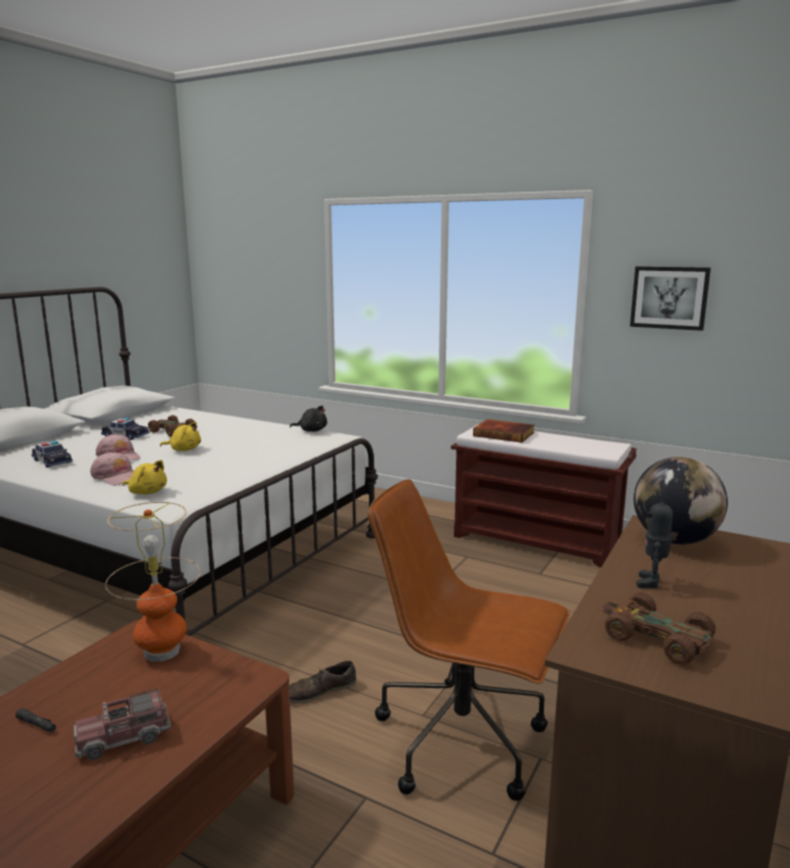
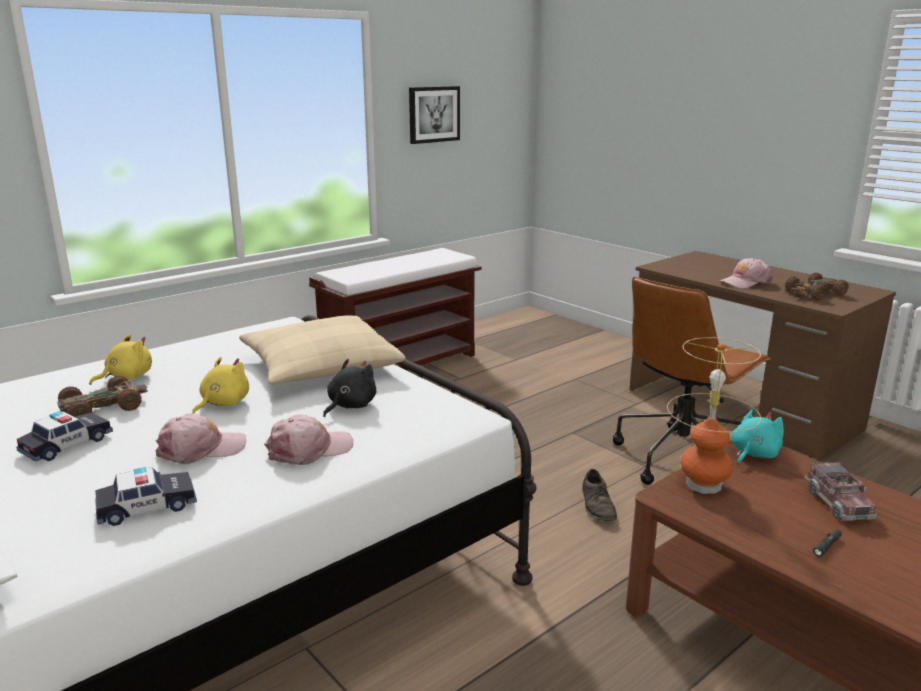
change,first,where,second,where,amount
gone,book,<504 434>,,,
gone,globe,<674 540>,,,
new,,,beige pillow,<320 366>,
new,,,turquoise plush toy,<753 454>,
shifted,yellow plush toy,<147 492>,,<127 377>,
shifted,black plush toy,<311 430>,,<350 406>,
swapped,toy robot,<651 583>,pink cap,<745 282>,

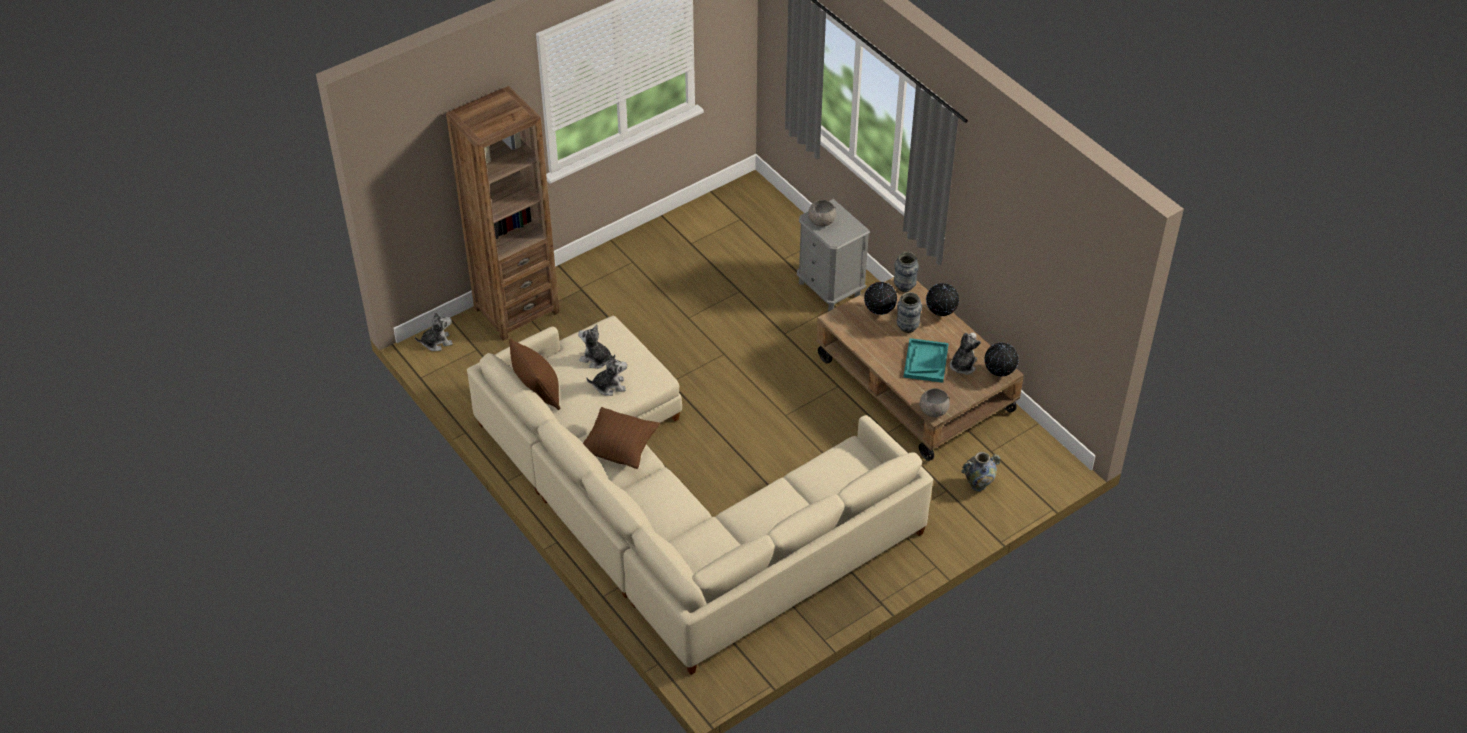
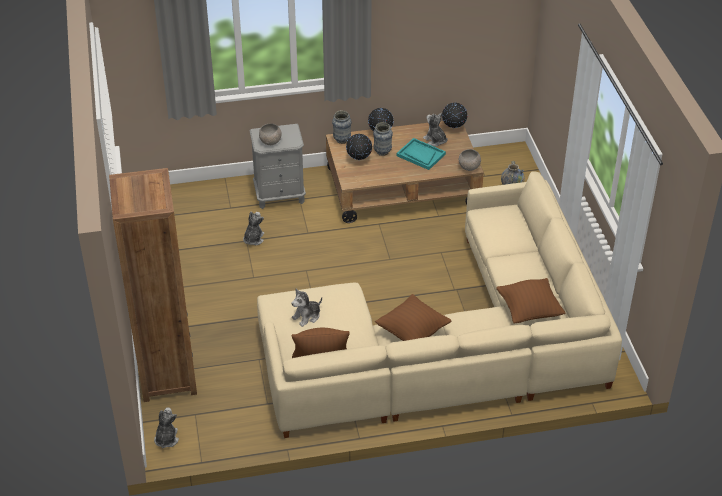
change,first,where,second,where,amount
new,,,brown pillow,<529 311>,
shifted,plush toy,<609 386>,,<253 239>,

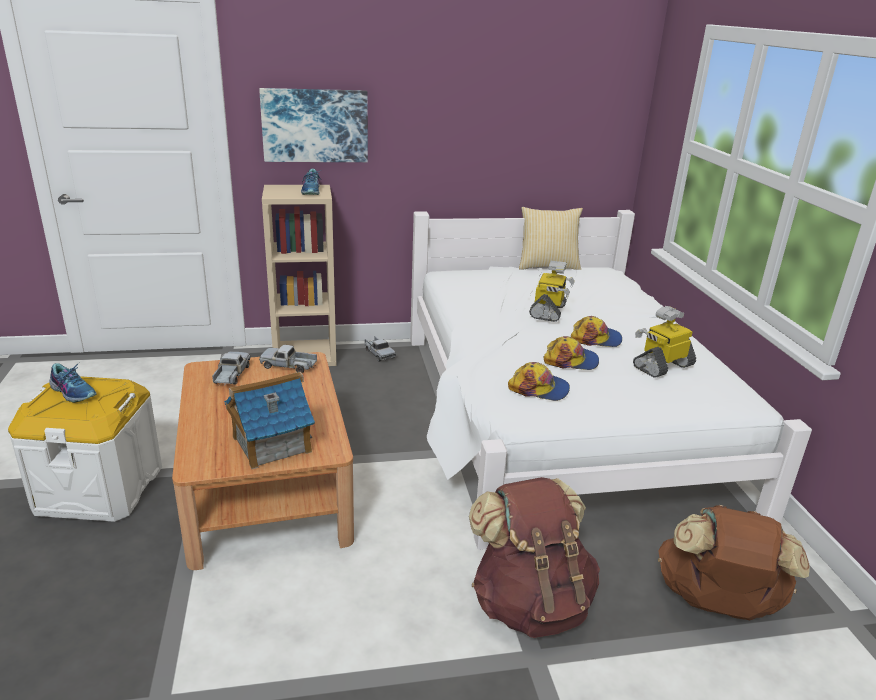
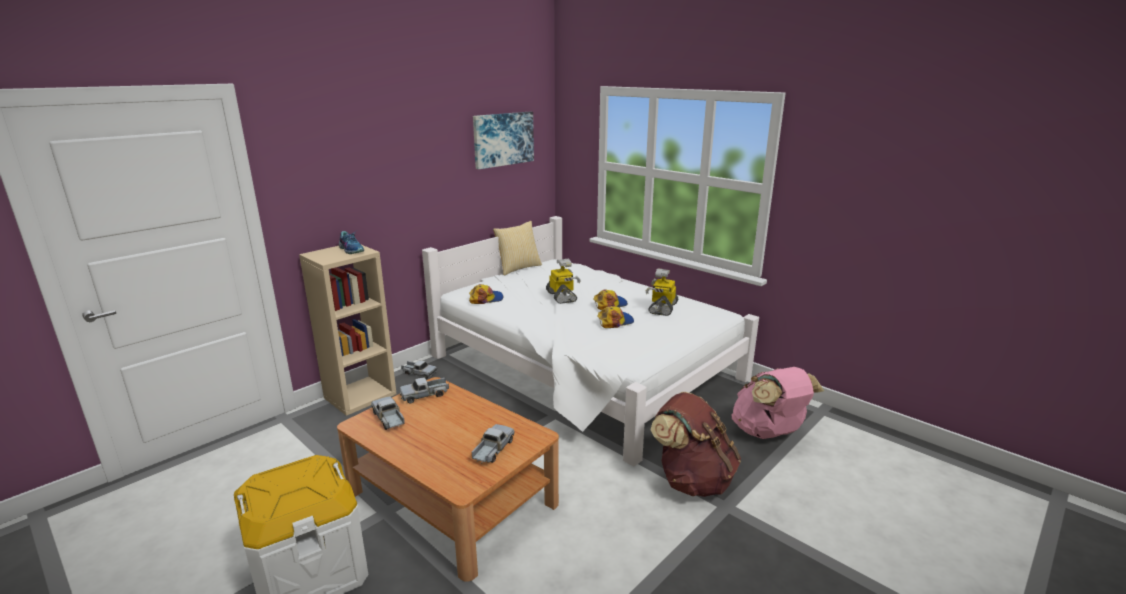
change,first,where,second,where,amount
gone,shoe,<74 392>,,,
shifted,picture,<315 125>,,<503 139>,
shifted,cap,<539 388>,,<486 299>,
swapped,toy house,<271 444>,toy truck,<492 450>,
repainted,brown backpack,<716 603>,pink backpack,<768 433>,

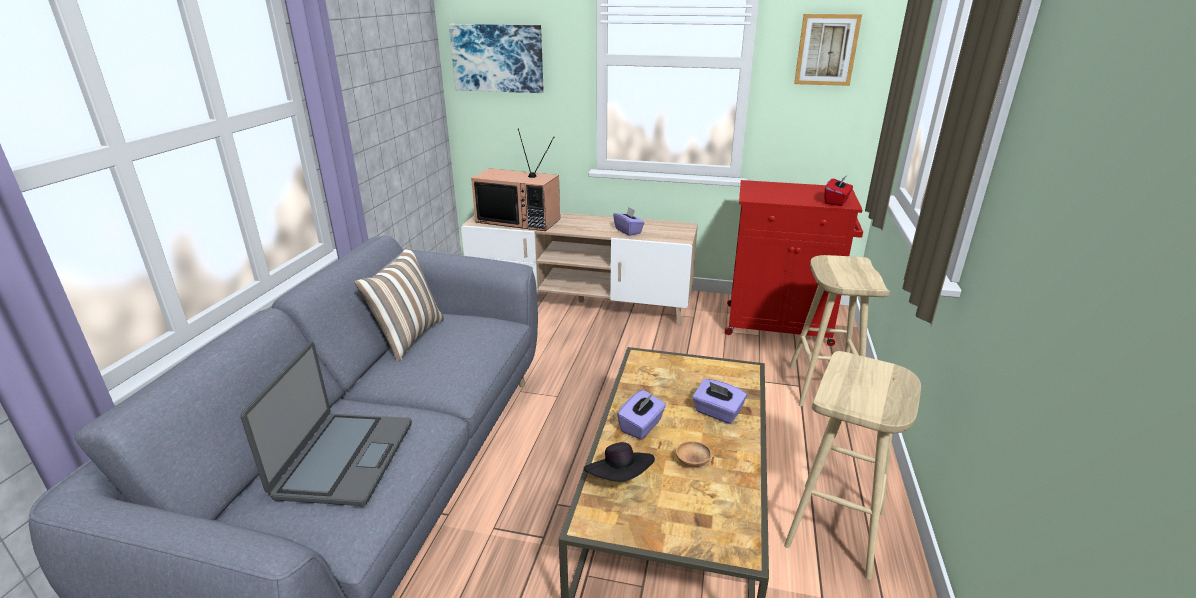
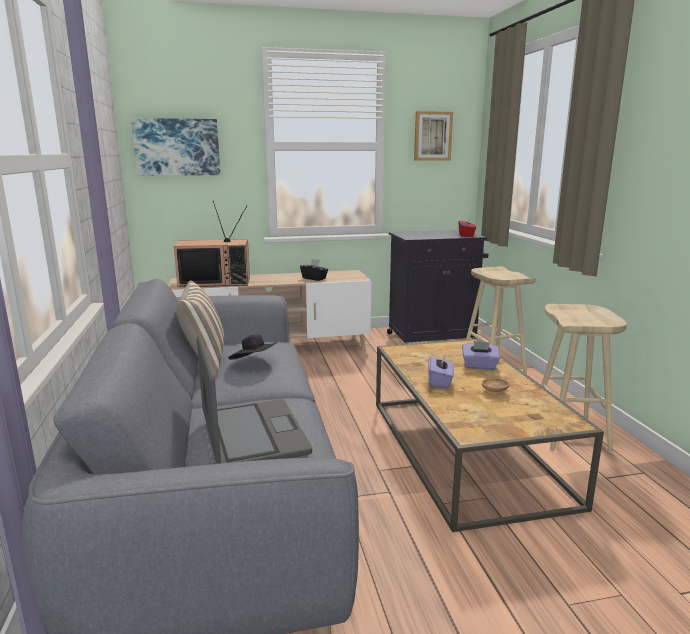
change,first,where,second,where,amount
shifted,black hat,<620 478>,,<254 363>,
repainted,purple tissue box,<628 231>,black tissue box,<314 278>,
repainted,red cabinet,<780 325>,black cabinet,<433 338>,

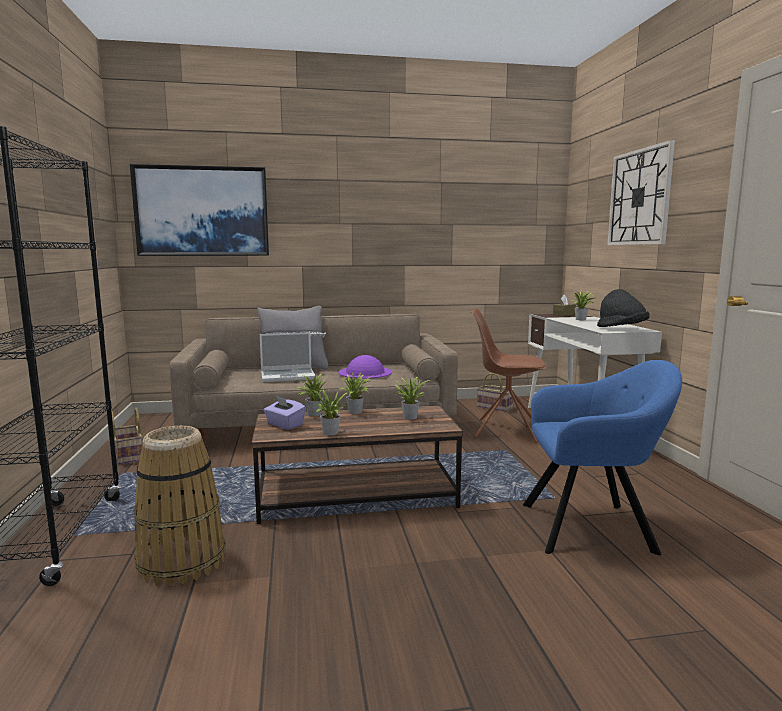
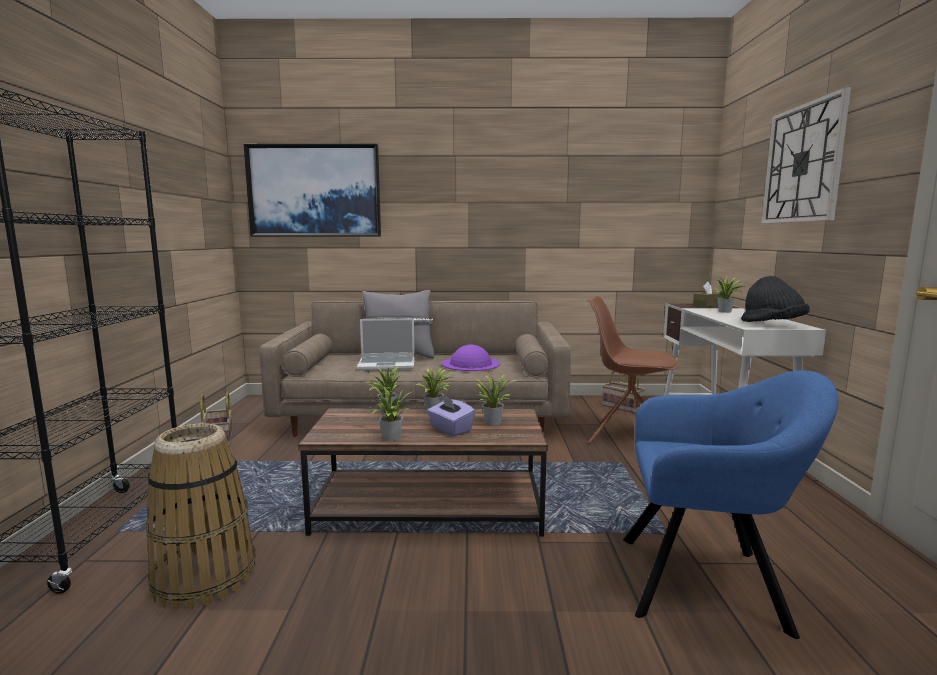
change,first,where,second,where,amount
shifted,purple tissue box,<284 425>,,<450 429>,

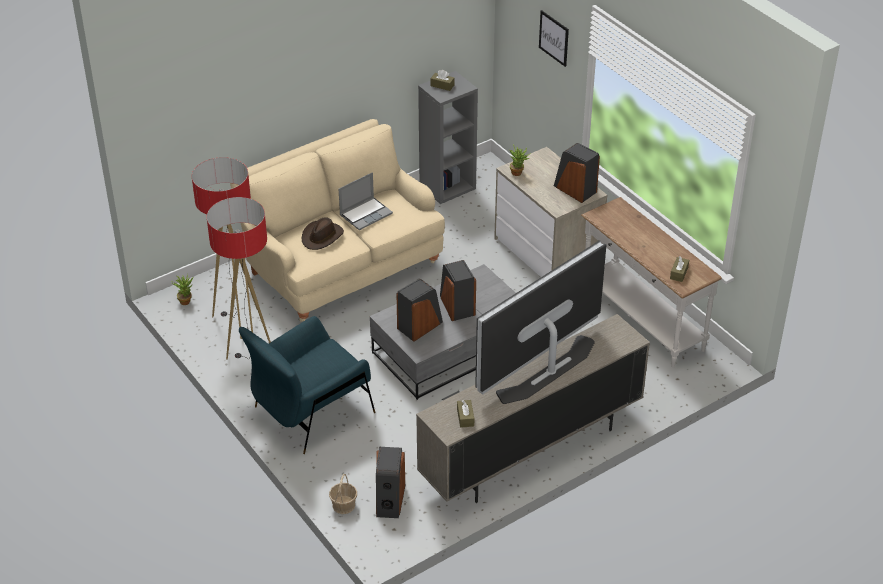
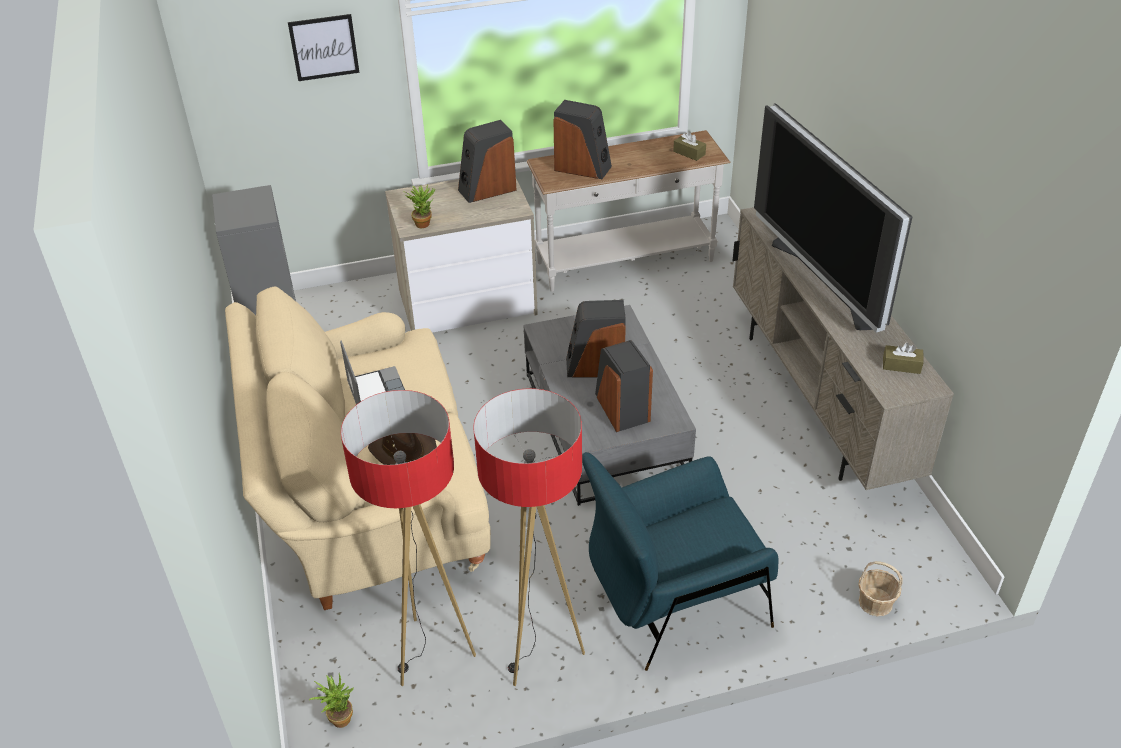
change,first,where,second,where,amount
gone,brown tissue box,<442 85>,,,
shifted,speaker,<389 500>,,<582 167>,
rotated,blue armchair,<311 412>,,<675 600>,90 degrees clockwise

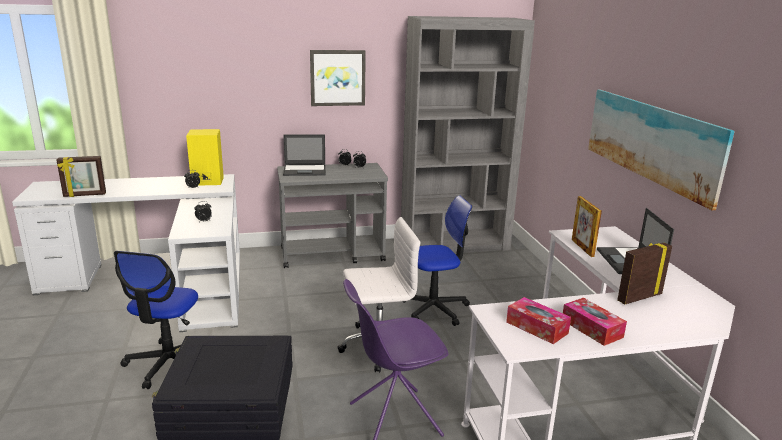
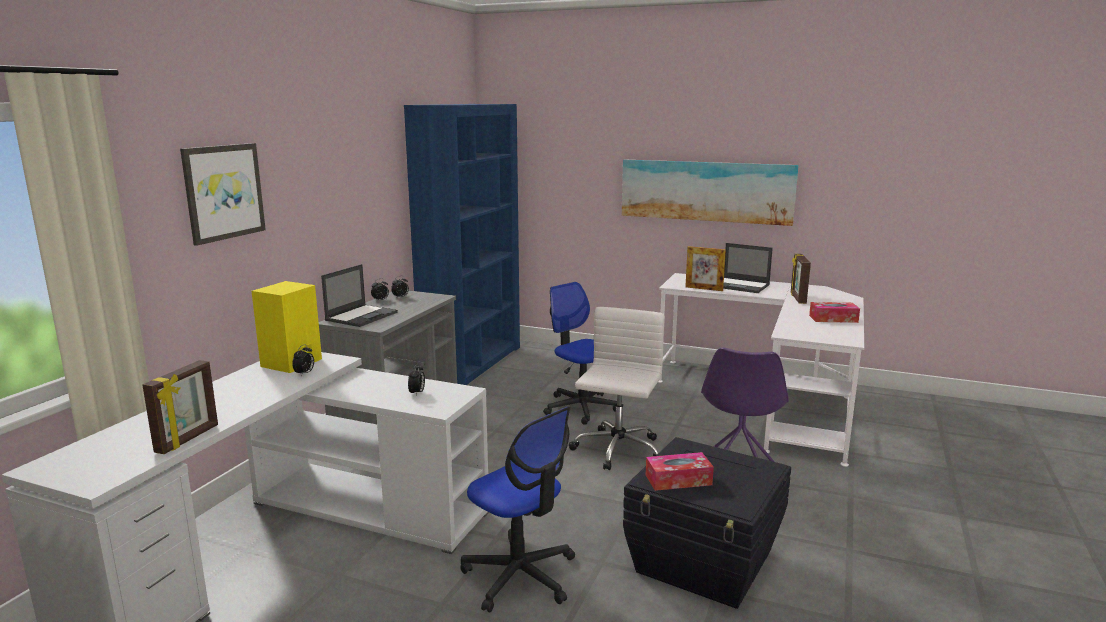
change,first,where,second,where,amount
shifted,picture,<337 78>,,<223 192>,
shifted,tissue box,<537 327>,,<678 480>,
repainted,grey bookcase,<455 244>,blue bookcase,<472 362>,
rotated,office chair,<434 308>,,<581 407>,60 degrees counterclockwise

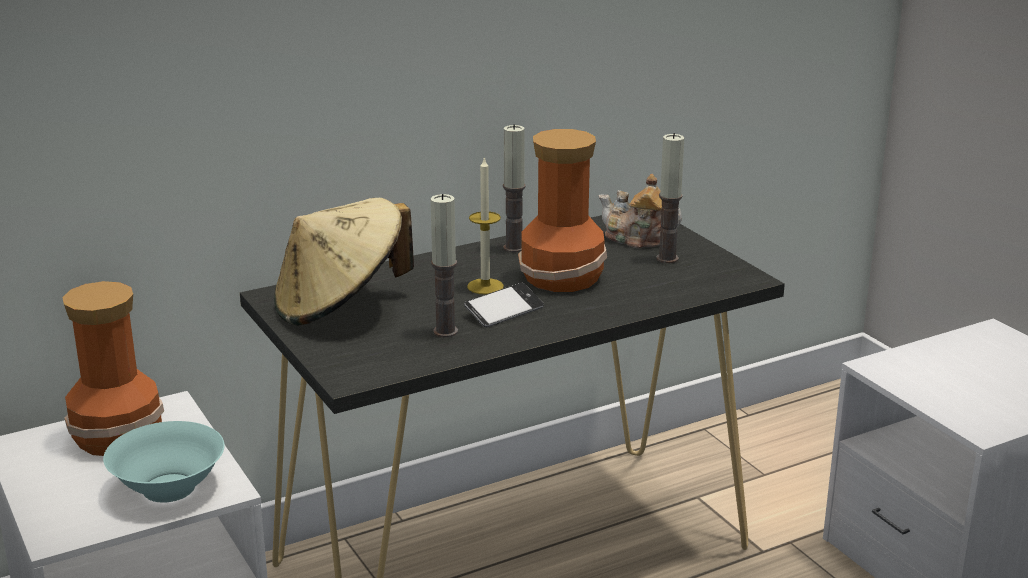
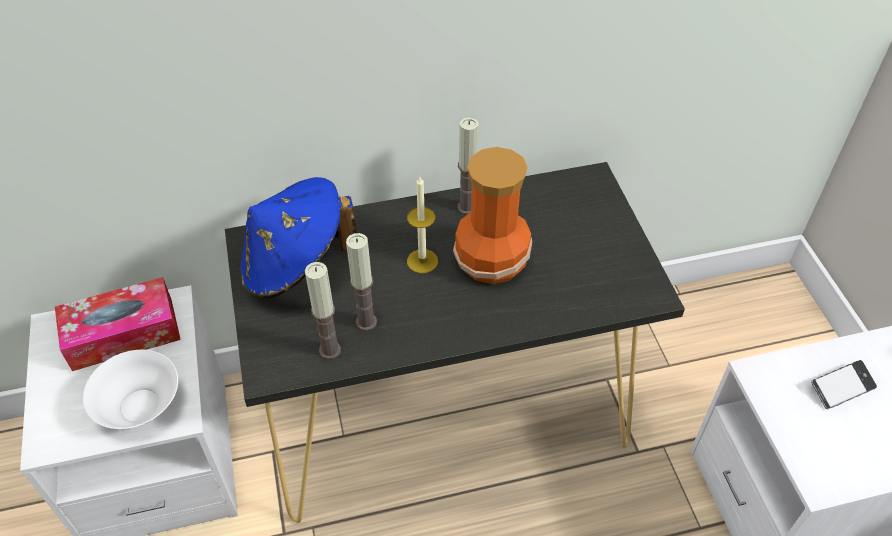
change,first,where,second,where,amount
gone,teapot,<637 239>,,,
shifted,phone,<504 311>,,<841 387>,
shifted,candle,<667 258>,,<330 350>,
swapped,vase,<117 437>,tissue box,<123 334>,
repainted,turquoise bowl,<167 488>,white bowl,<139 406>,
repainted,beige hat,<340 305>,blue hat,<296 265>,

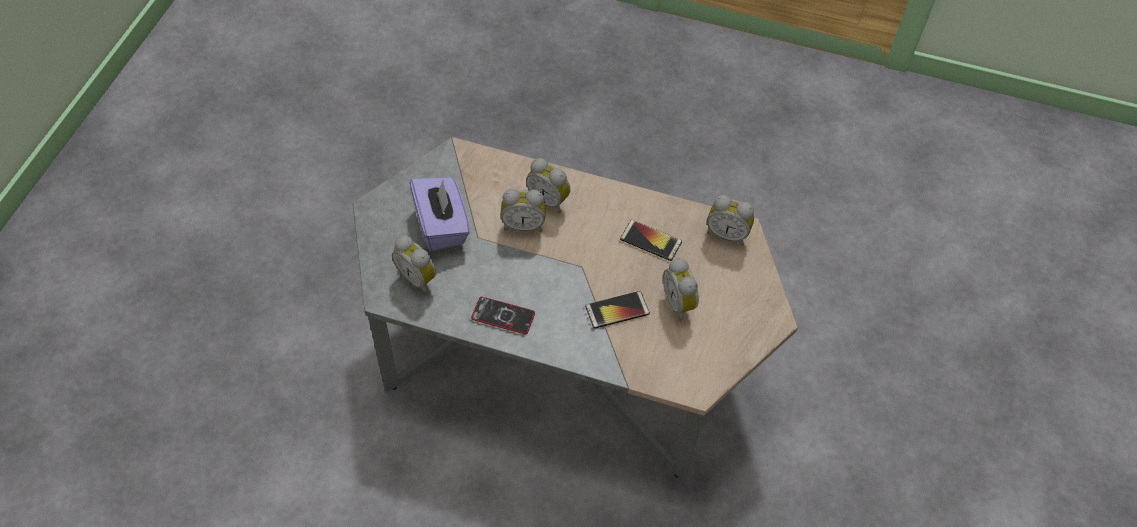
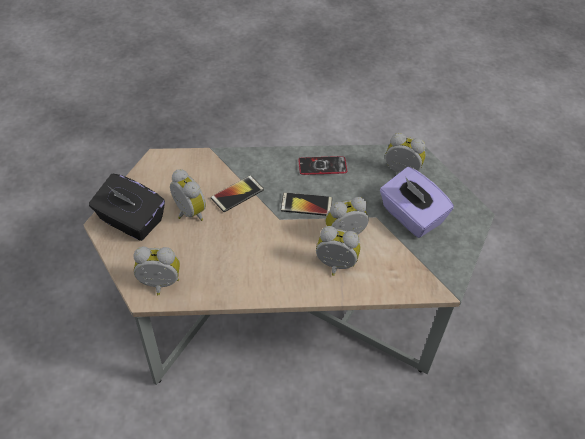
change,first,where,second,where,amount
new,,,black tissue box,<130 221>,
shifted,phone,<650 241>,,<306 205>,

